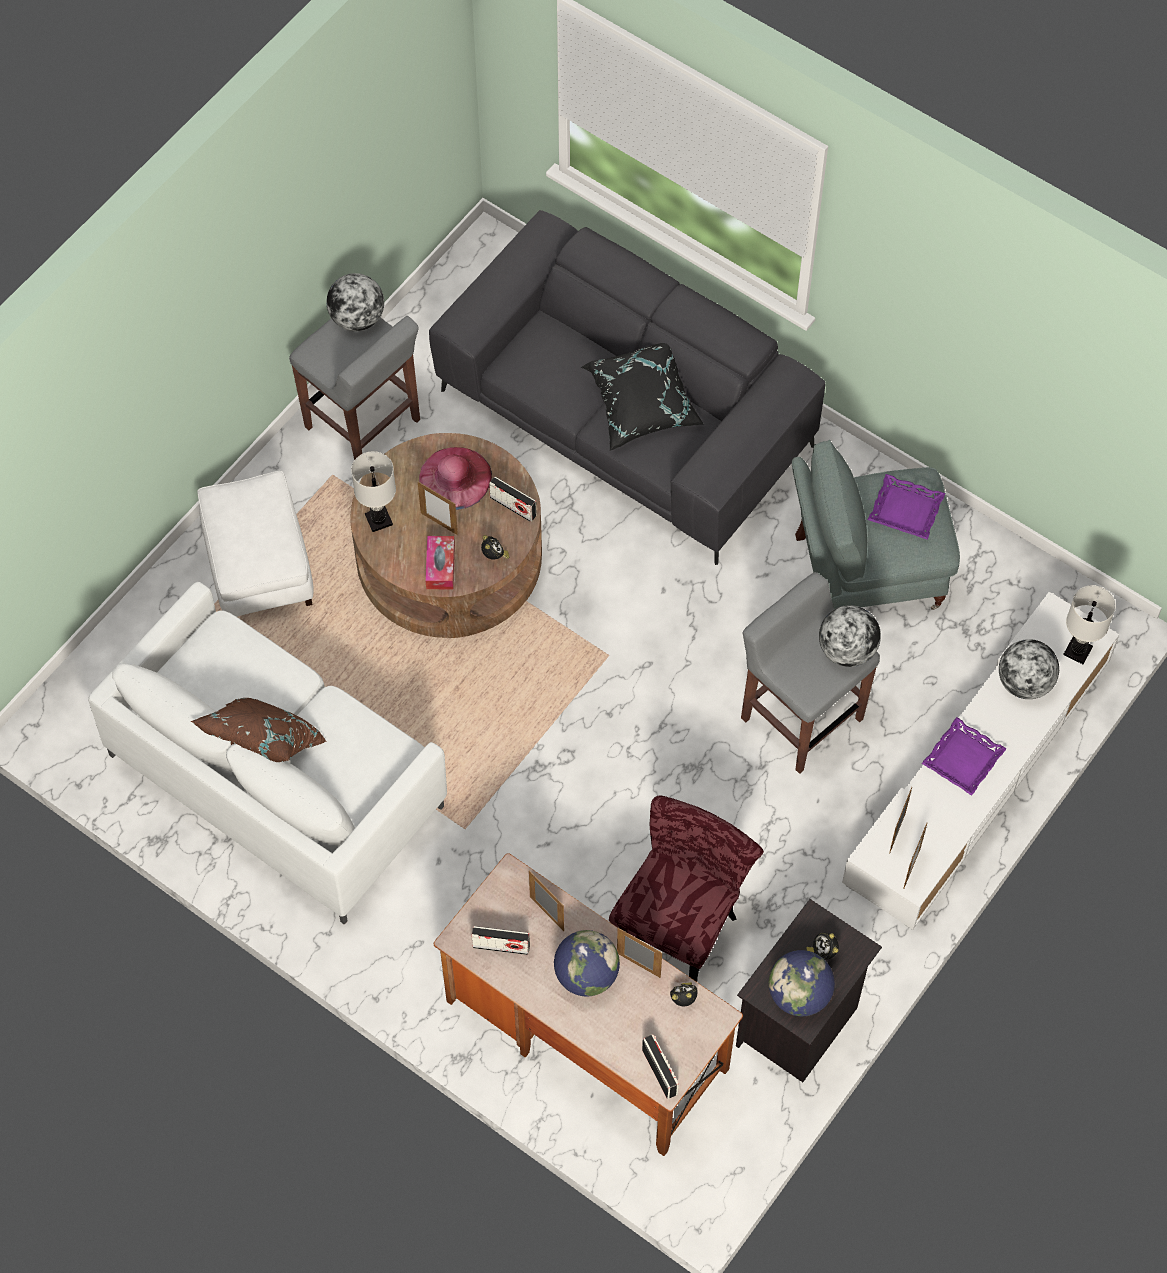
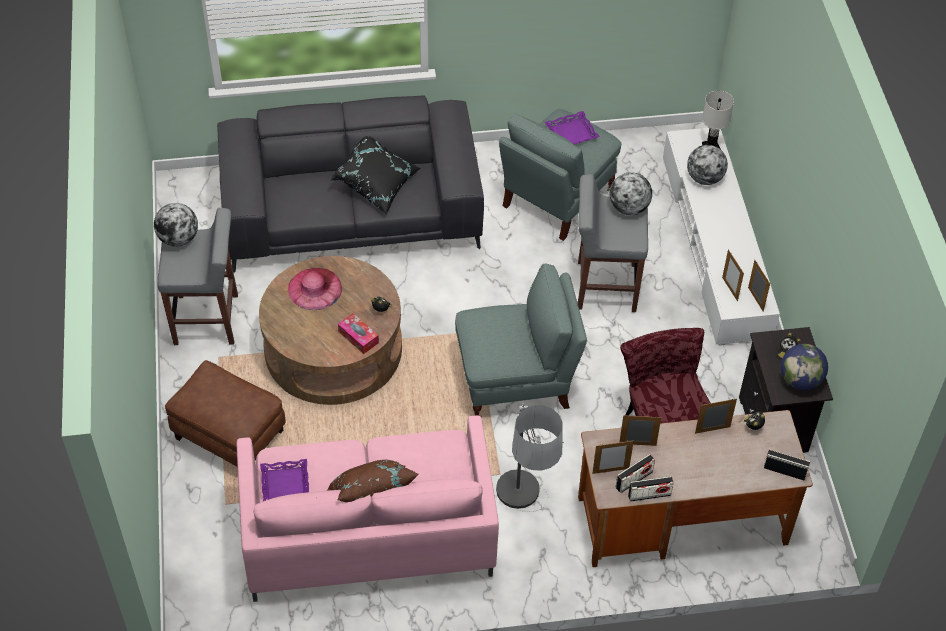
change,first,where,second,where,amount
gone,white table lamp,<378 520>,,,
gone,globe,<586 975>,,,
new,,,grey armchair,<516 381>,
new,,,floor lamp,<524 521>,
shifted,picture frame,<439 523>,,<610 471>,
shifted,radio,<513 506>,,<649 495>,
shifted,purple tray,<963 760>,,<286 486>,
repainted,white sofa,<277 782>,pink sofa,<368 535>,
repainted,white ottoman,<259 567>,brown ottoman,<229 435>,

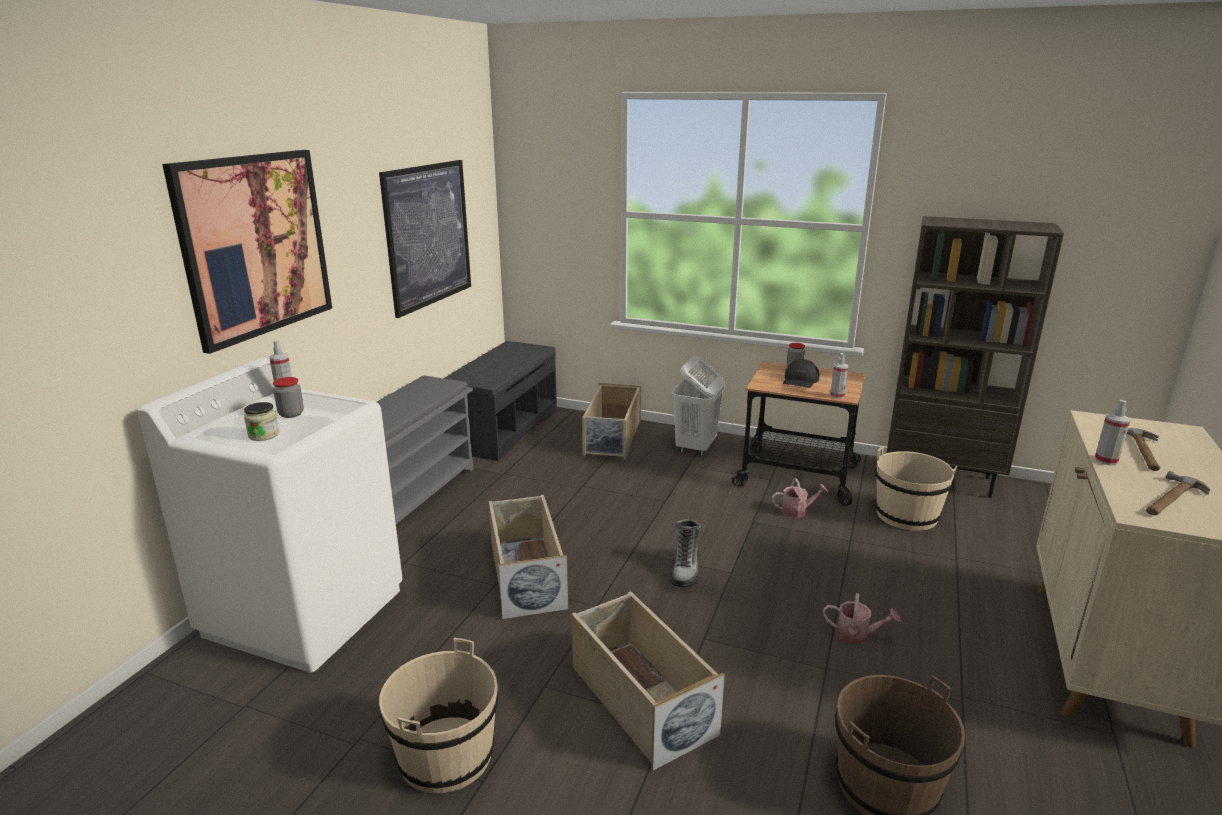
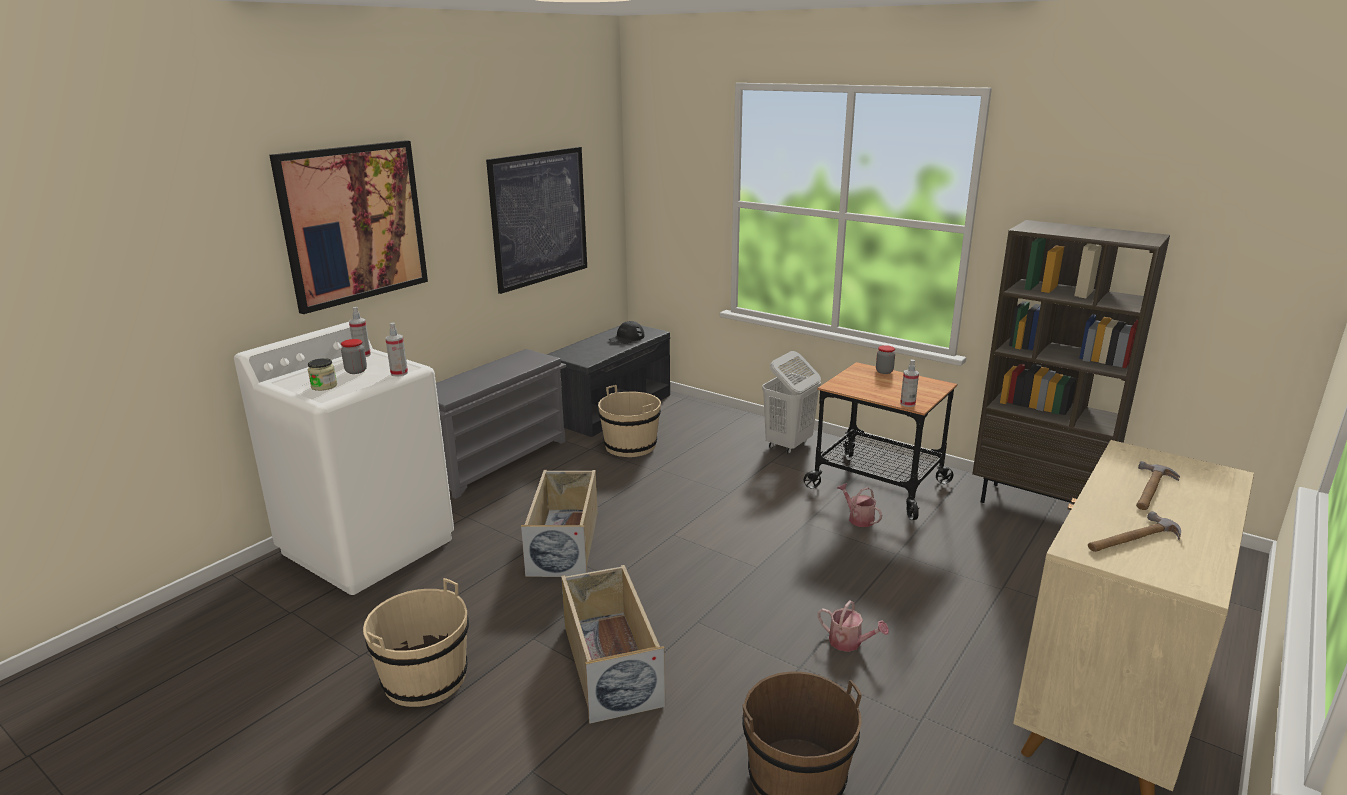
change,first,where,second,where,amount
gone,beige storage box,<612 439>,,,
gone,boot,<686 570>,,,
shifted,black cap,<800 380>,,<626 338>,
shifted,beige bucket,<906 515>,,<630 446>,
shifted,spray bottle,<1106 460>,,<399 373>,
rotated,watering can,<797 511>,,<858 518>,135 degrees counterclockwise

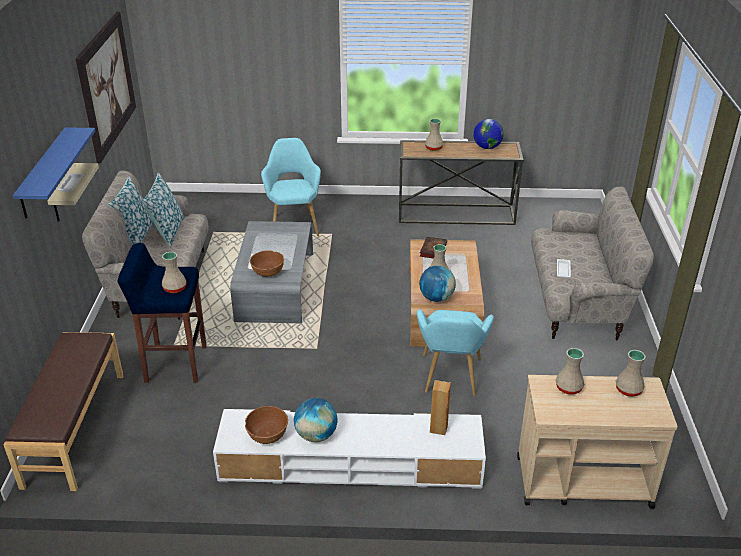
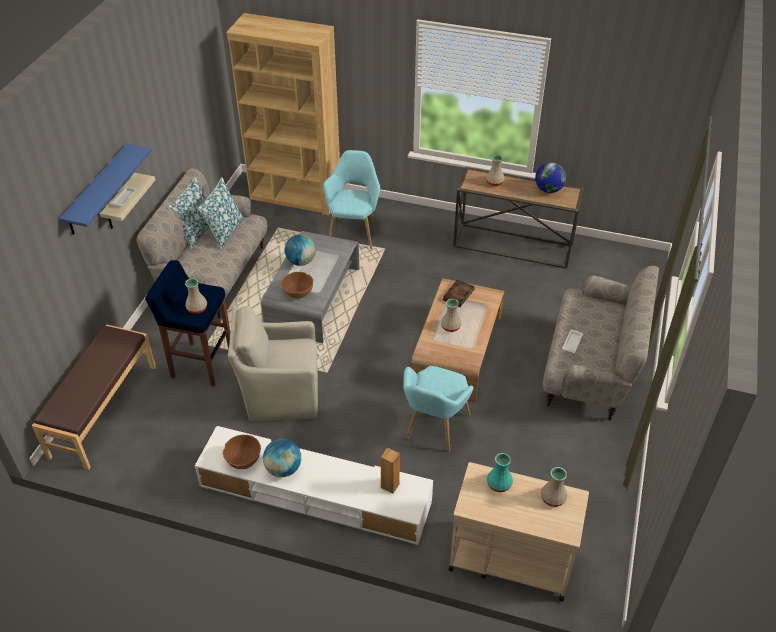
change,first,where,second,where,amount
gone,picture,<107 85>,,,
new,,,brown bookcase,<296 196>,
new,,,beige armchair,<280 394>,
shifted,globe,<436 298>,,<301 261>,
repainted,beige vase,<568 388>,turquoise vase,<498 484>,

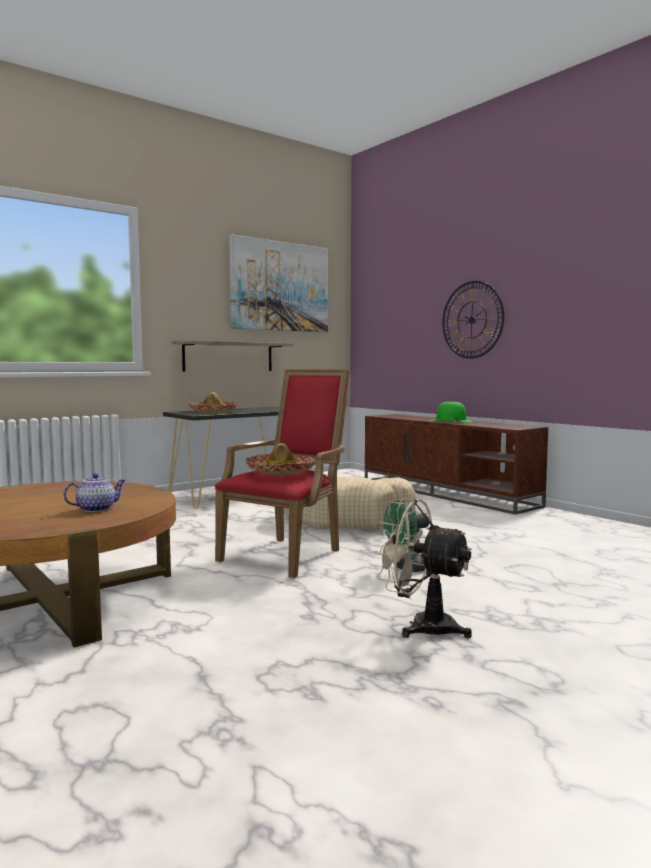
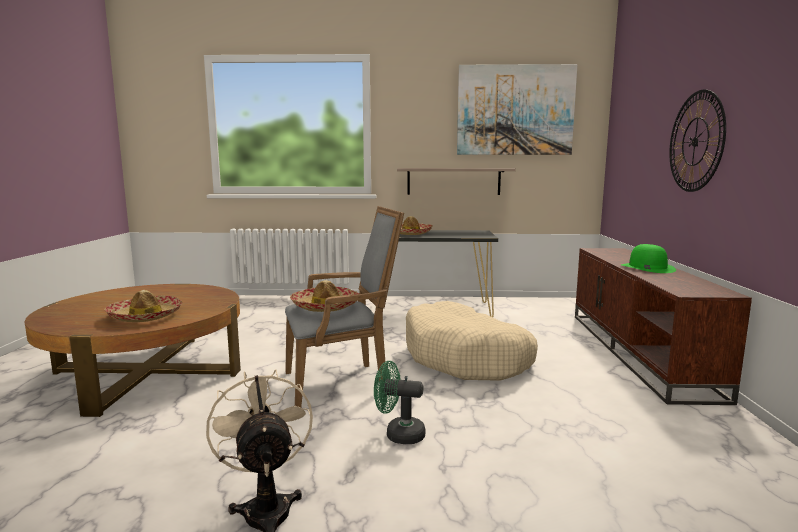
change,first,where,second,where,amount
swapped,teapot,<97 509>,hat,<145 316>,
repainted,red armchair,<287 554>,grey armchair,<342 382>,

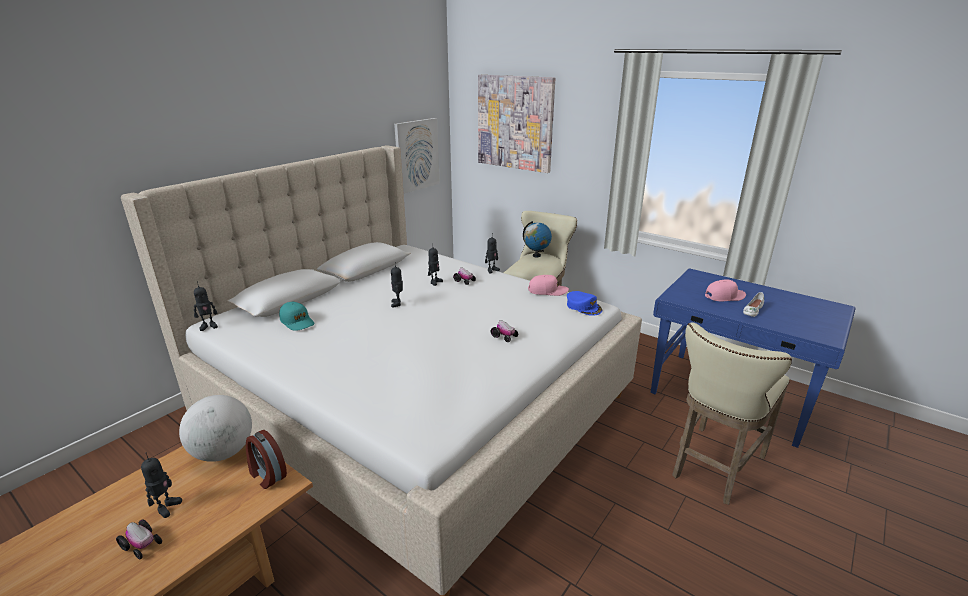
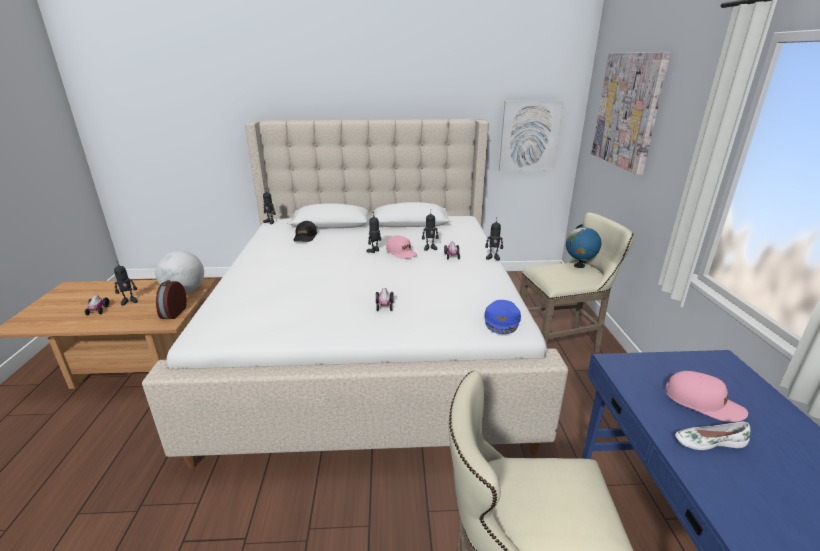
change,first,where,second,where,amount
shifted,pink cap,<547 291>,,<401 252>,
repainted,turquoise cap,<297 322>,black cap,<305 237>,

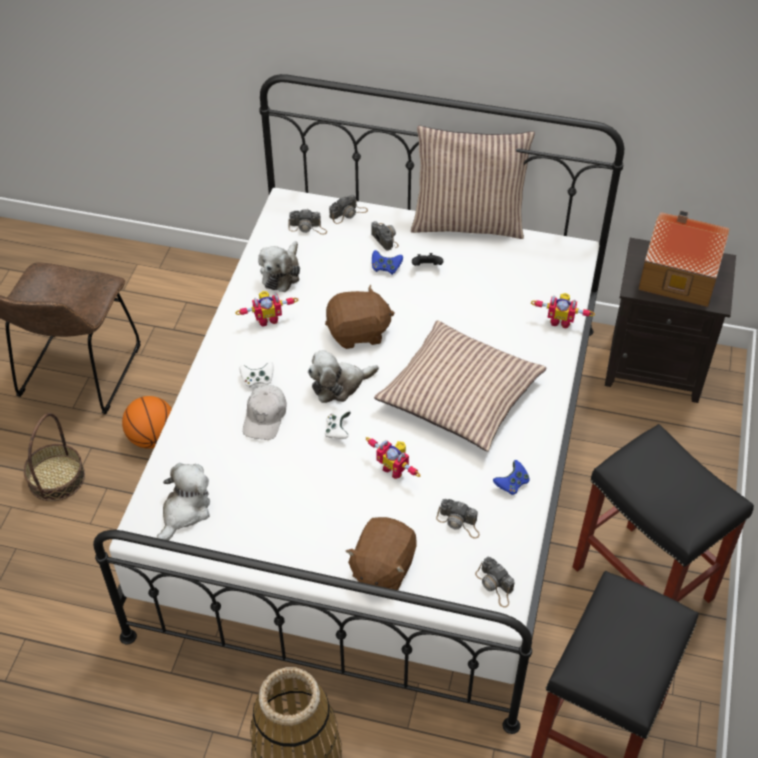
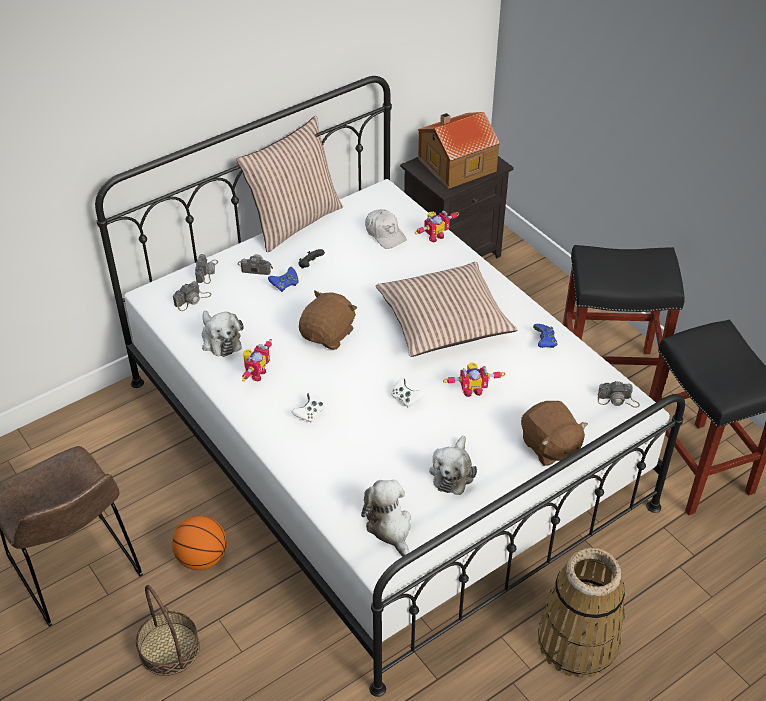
change,first,where,second,where,amount
gone,photo camera,<459 522>,,,
shifted,white cap,<265 417>,,<385 234>,
shifted,plush toy,<339 385>,,<452 472>,

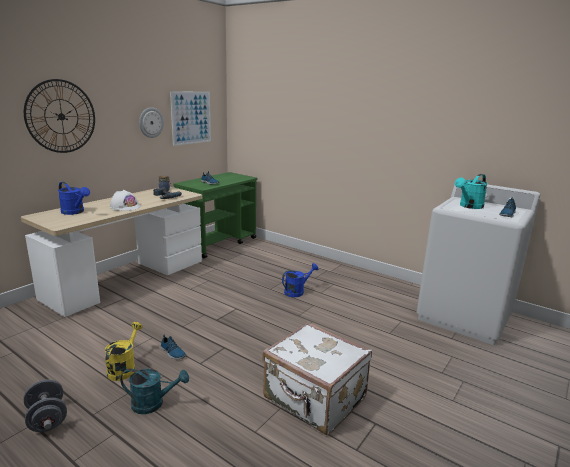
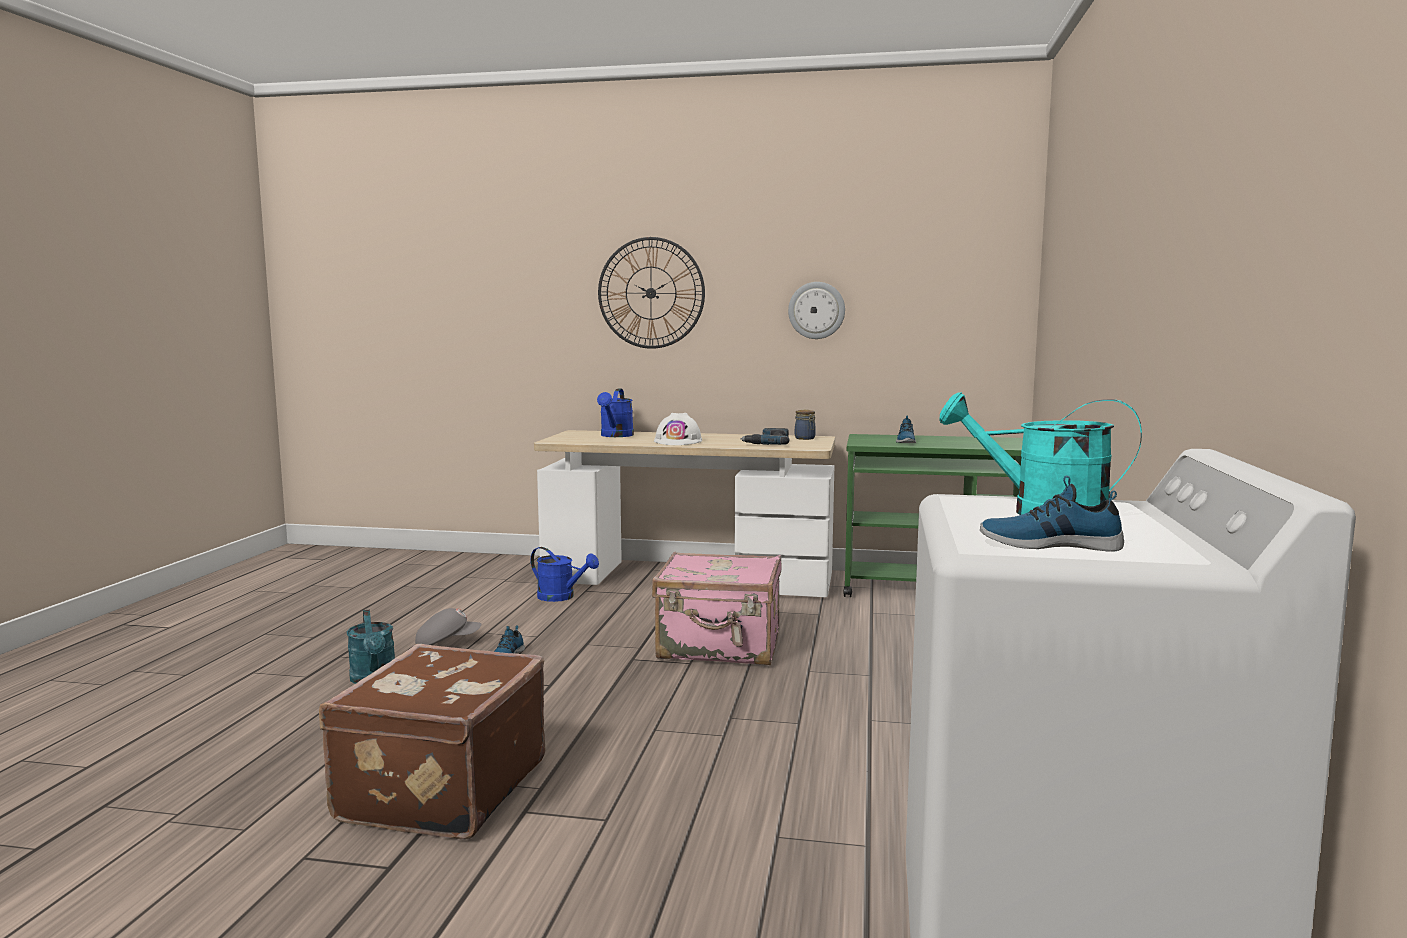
change,first,where,second,where,amount
gone,grey dumbbell,<47 419>,,,
gone,picture,<191 117>,,,
new,,,pink suitcase,<720 647>,
shifted,blue watering can,<297 291>,,<561 597>,
swapped,yellow watering can,<124 368>,grey cap,<447 643>,
repainted,white suitcase,<314 399>,brown suitcase,<439 790>,

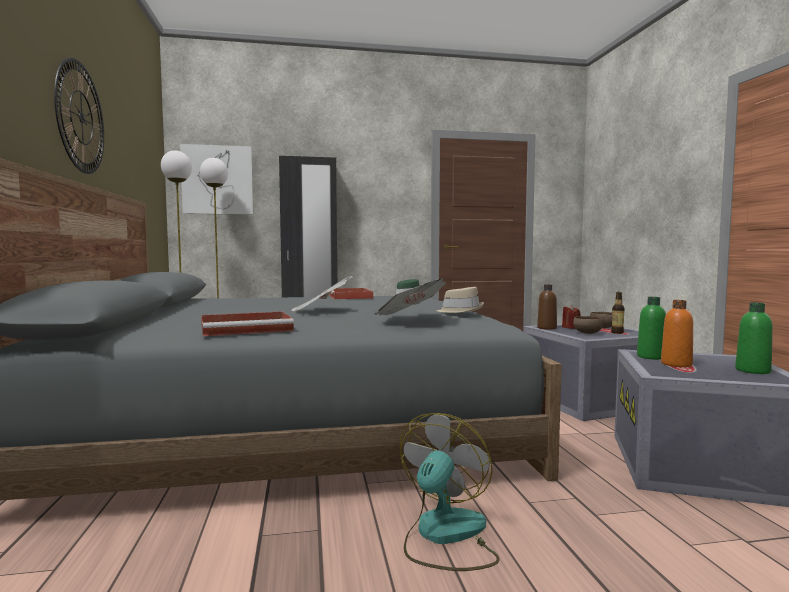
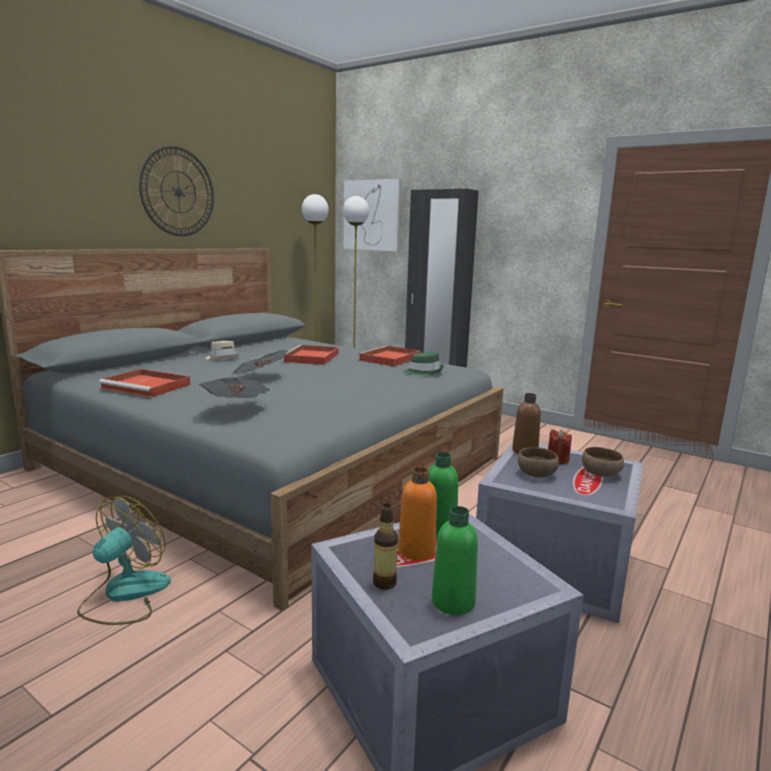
change,first,where,second,where,amount
new,,,red tray,<311 358>,
shifted,beige hat,<460 310>,,<222 358>,
shifted,bottle,<617 332>,,<384 583>,
rotated,fan,<445 536>,,<124 595>,45 degrees counterclockwise

